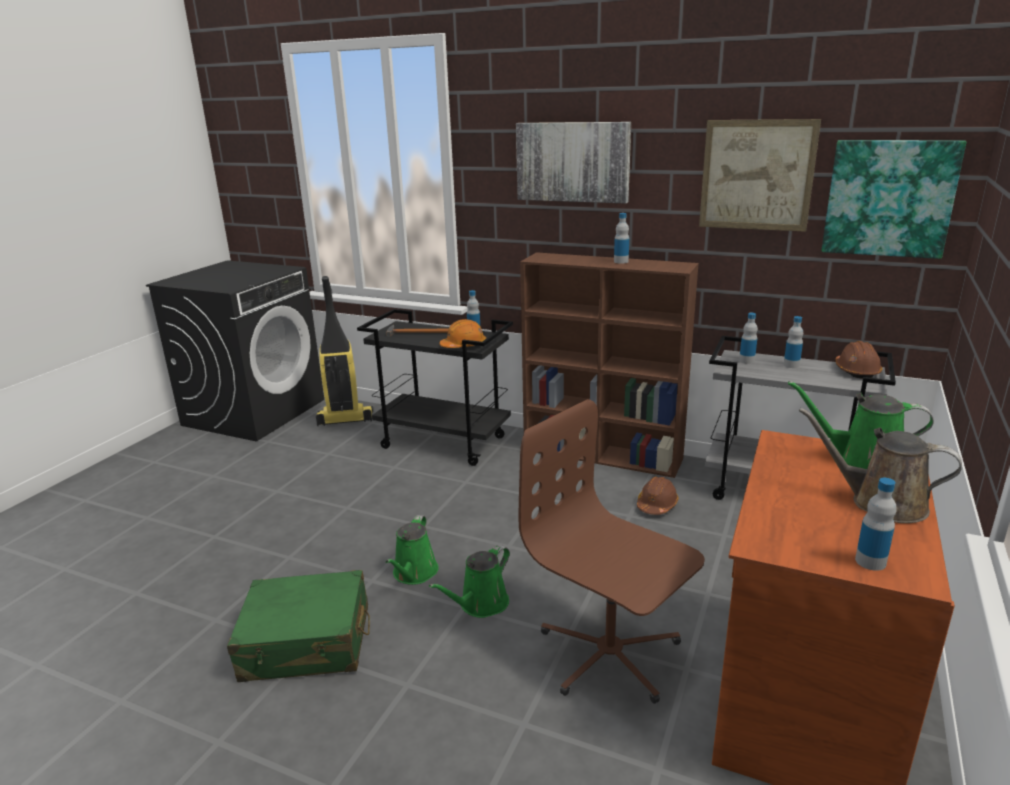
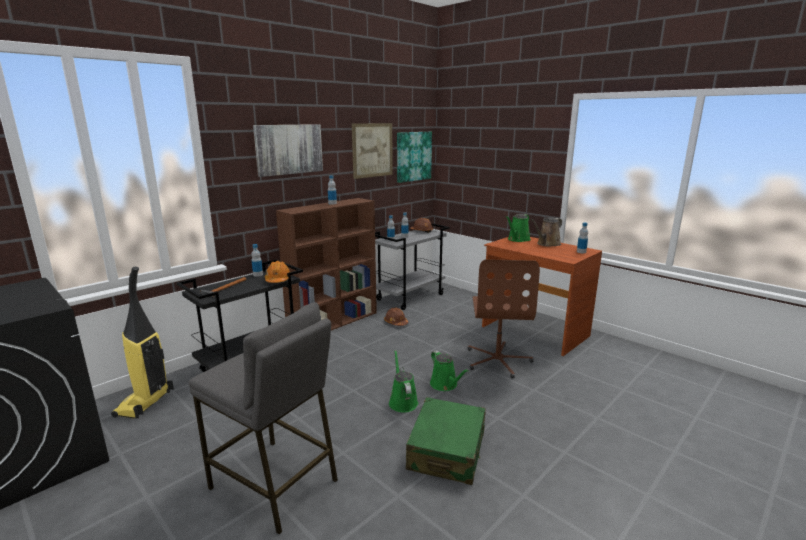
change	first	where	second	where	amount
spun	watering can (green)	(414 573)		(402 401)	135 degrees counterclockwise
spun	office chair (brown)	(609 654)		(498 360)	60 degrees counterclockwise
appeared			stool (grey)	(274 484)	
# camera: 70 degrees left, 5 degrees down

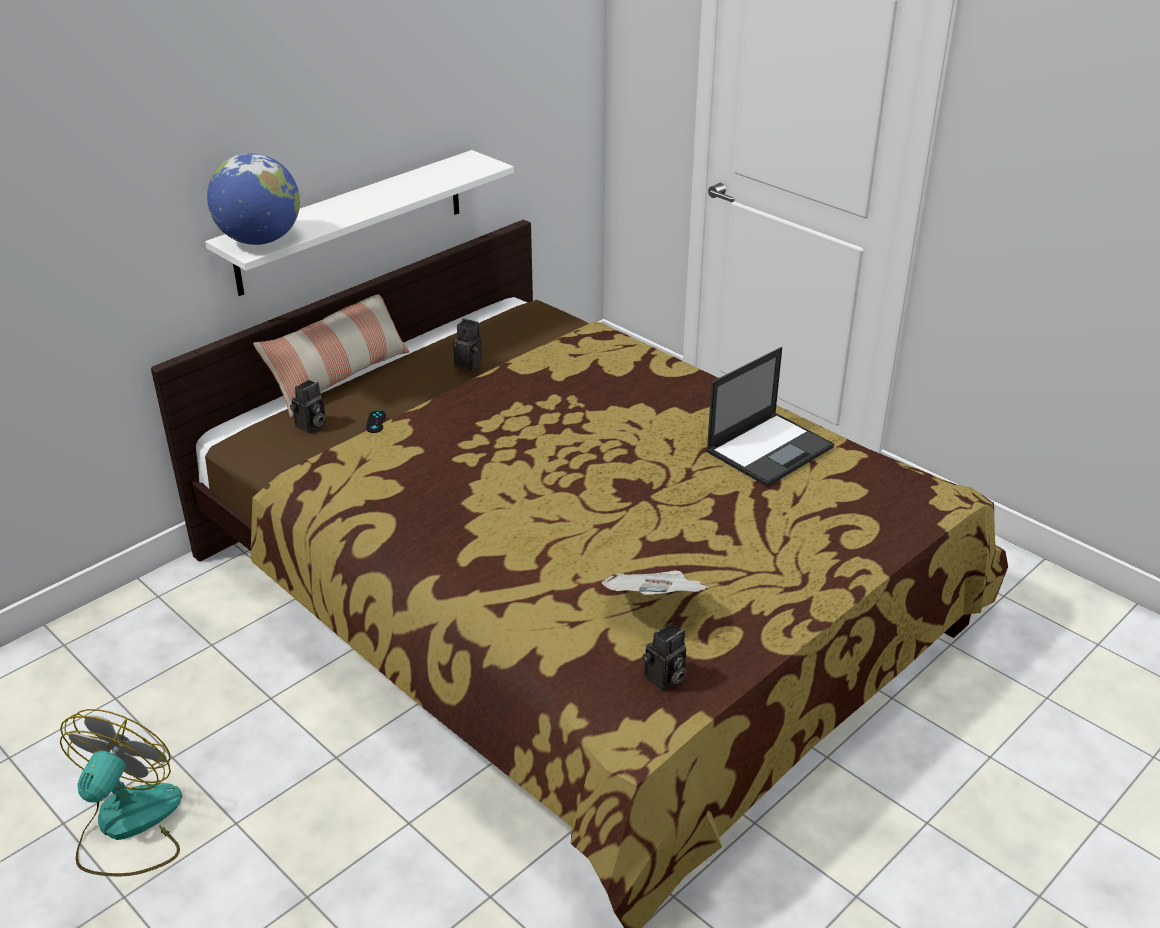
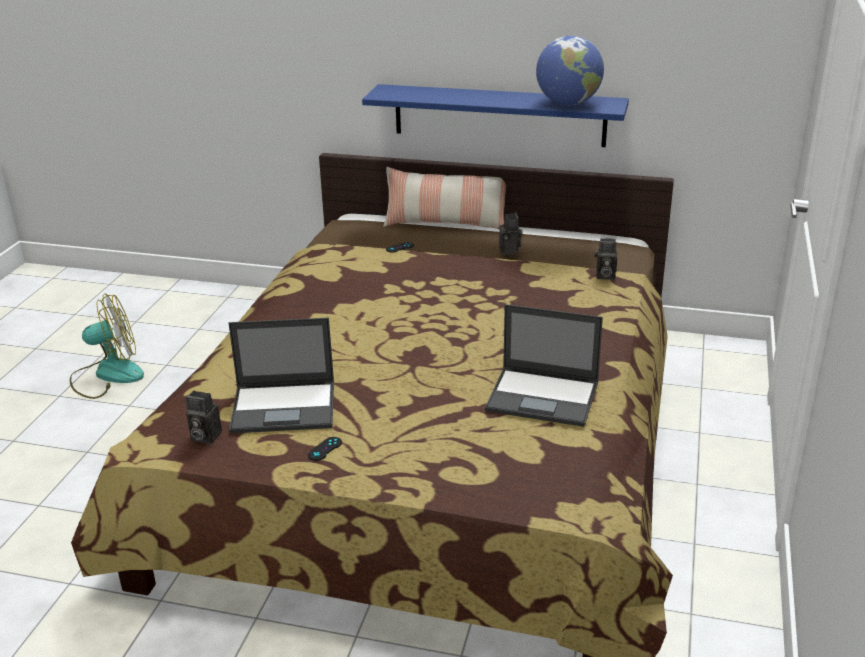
change	first	where	second	where	amount
colour	shelf (white)	(351 222)	shelf (blue)	(499 115)	
relocated	globe	(260 241)		(568 103)	
relocated	photo camera	(310 426)		(604 276)	
exchanged	newspaper	(655 604)	laptop	(285 407)	
appeared			game controller (black)	(325 449)	
# camera: 60 degrees right, 5 degrees down

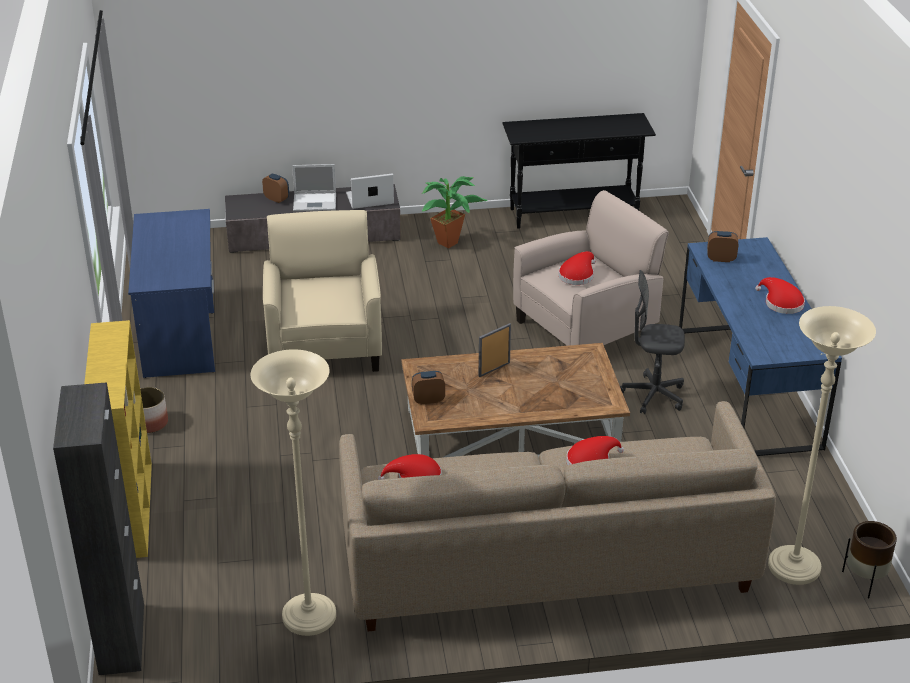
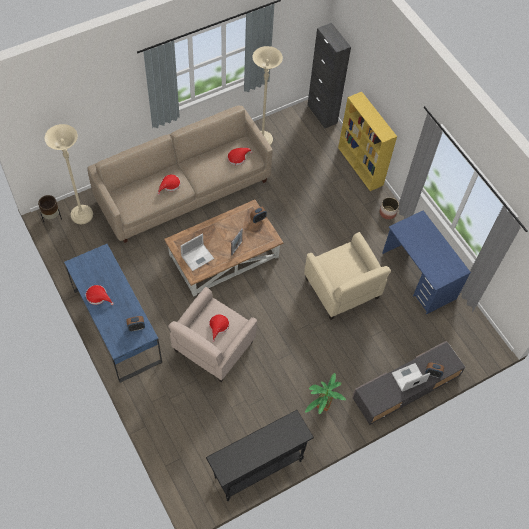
change	first	where	second	where	amount
relocated	laptop	(369 199)		(198 257)	
missing	office chair (grey)	(653 395)			
# camera: 155 degrees right, 25 degrees up

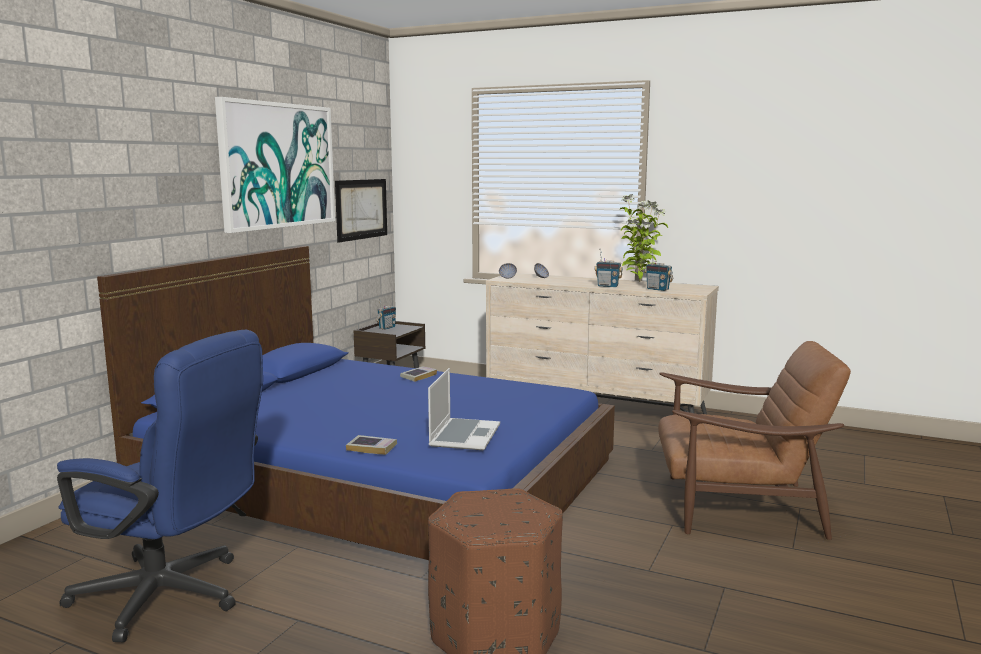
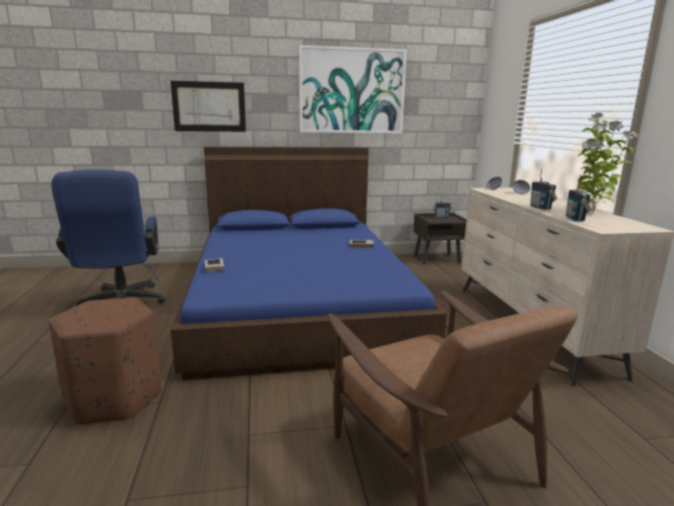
change	first	where	second	where	amount
relocated	picture	(361 209)		(209 106)	
missing	laptop	(464 435)			
# camera: 55 degrees right, 5 degrees up

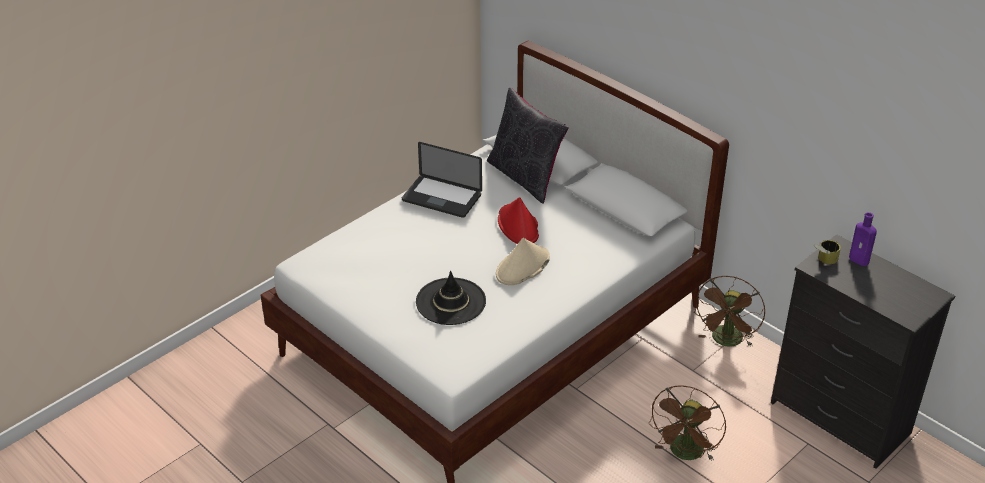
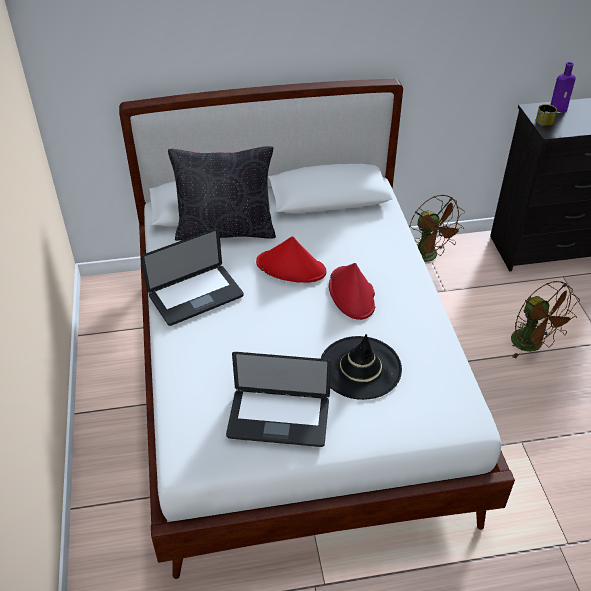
change	first	where	second	where	amount
colour	hat (beige)	(522 266)	hat (red)	(352 294)	
appeared			laptop	(278 419)	
# camera: 55 degrees left, 5 degrees up

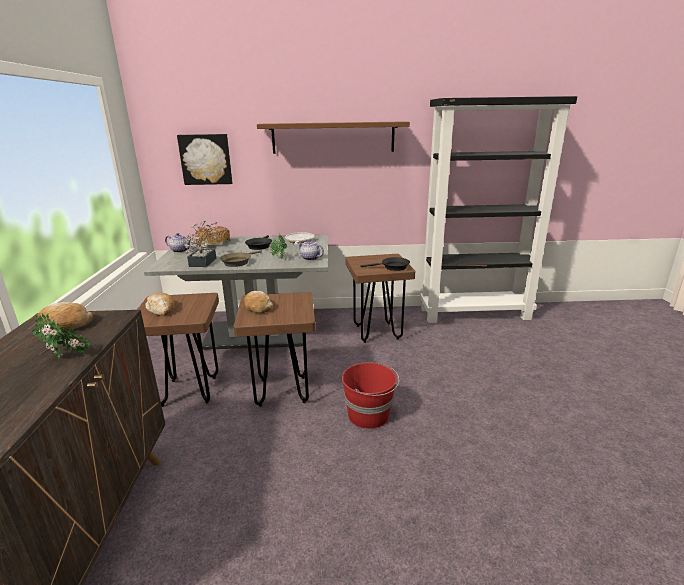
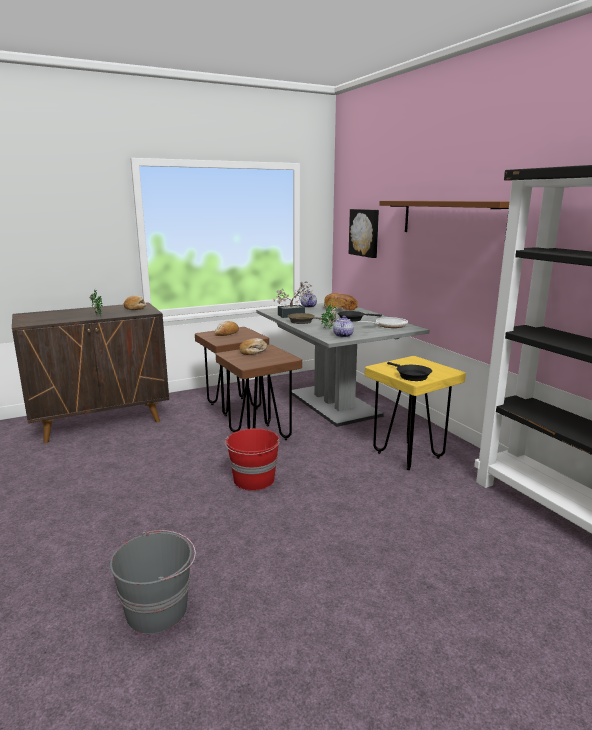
change	first	where	second	where	amount
colour	stool (brown)	(377 332)	stool (yellow)	(408 455)	
appeared			bucket (grey)	(158 610)	
# camera: 65 degrees right, 5 degrees down

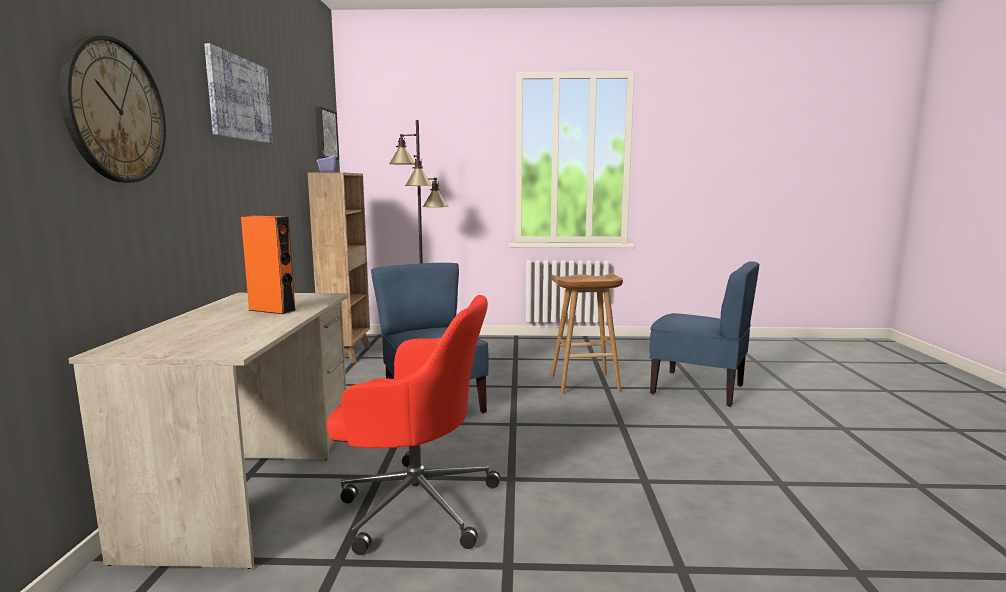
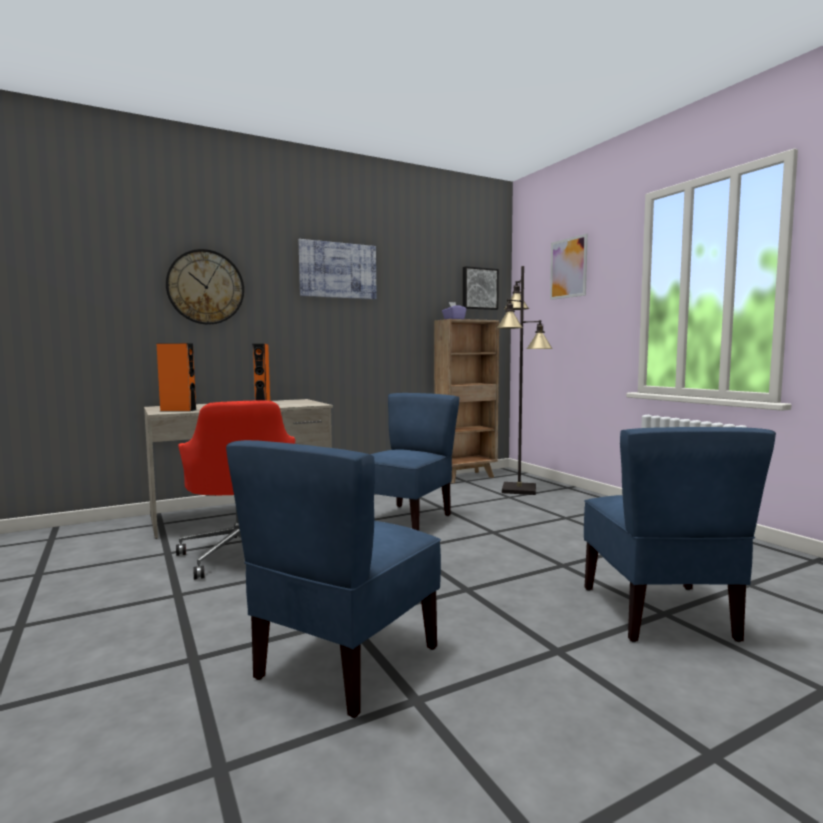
change	first	where	second	where	amount
missing	stool (brown)	(583 384)			
appeared			speaker (orange)	(178 410)	
appeared			chair (blue)	(345 662)	
appeared			picture	(568 268)	
# camera: 60 degrees right, 5 degrees down

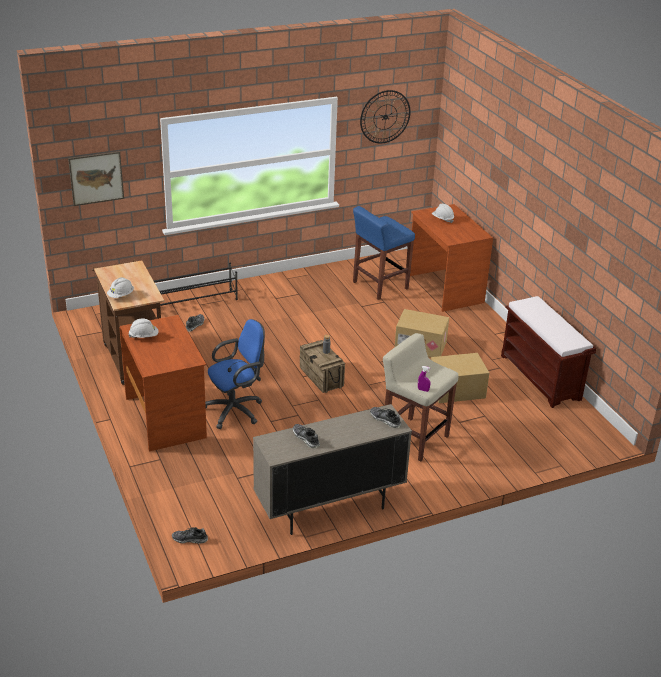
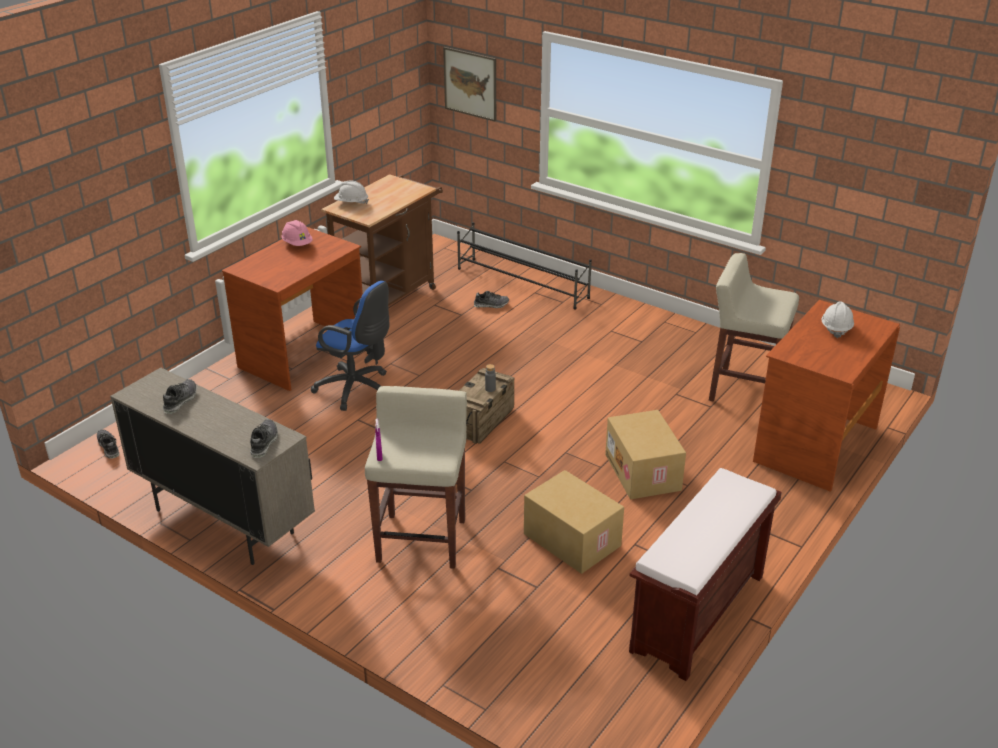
change	first	where	second	where	amount
colour	hard hat (white)	(144 336)	hard hat (pink)	(297 244)	
colour	stool (blue)	(379 286)	stool (beige)	(744 390)	
missing	wall clock	(385 117)			
# camera: 60 degrees right, 0 degrees up

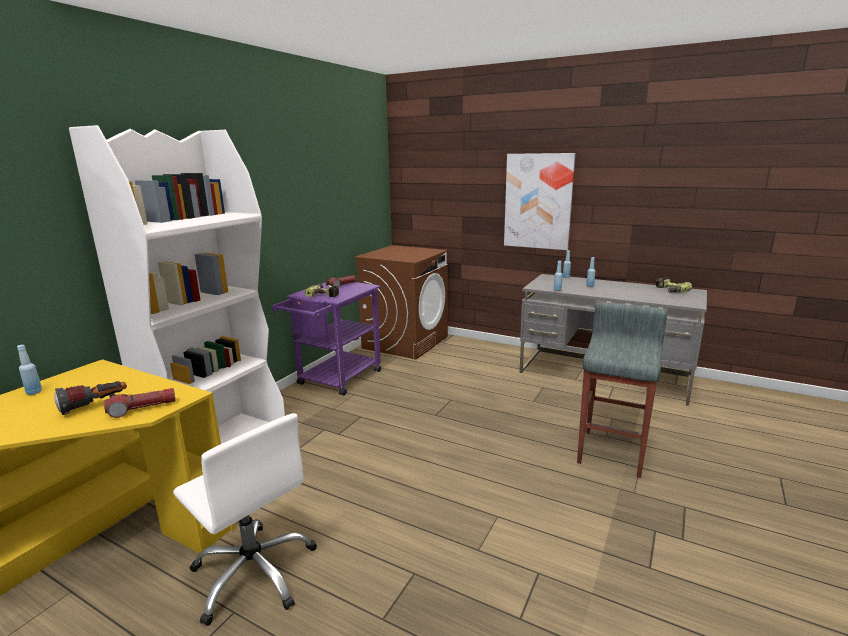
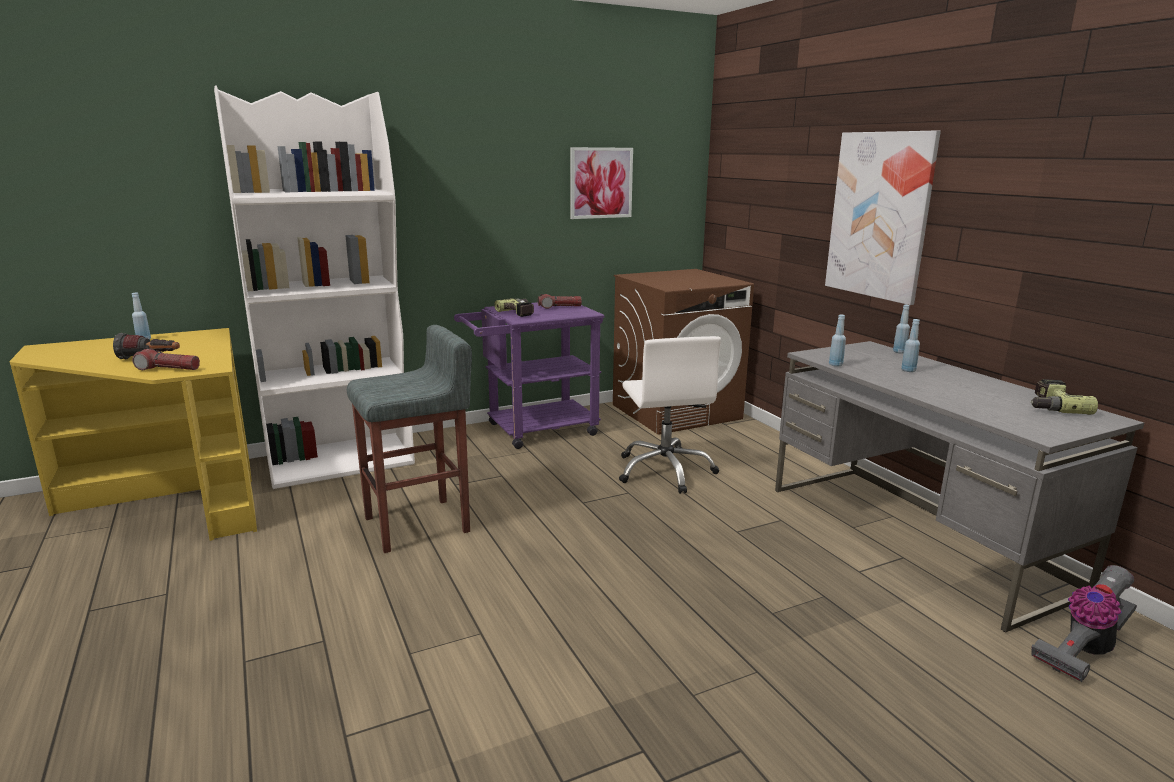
change	first	where	second	where	amount
relocated	office chair (white)	(254 572)		(665 471)	
relocated	stool (grey)	(613 452)		(419 525)	
appeared			picture	(601 183)	
appeared			vacuum cleaner	(1082 650)	
# camera: 35 degrees right, 0 degrees up

